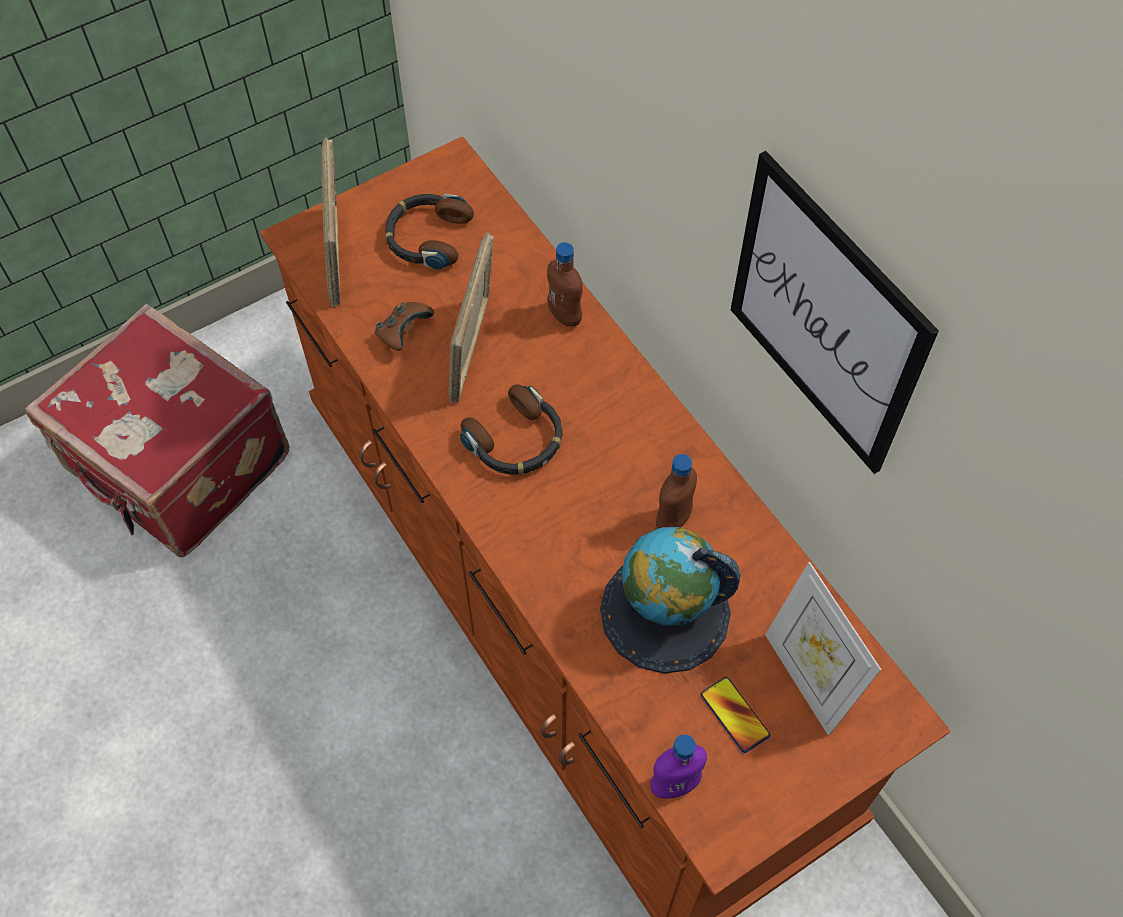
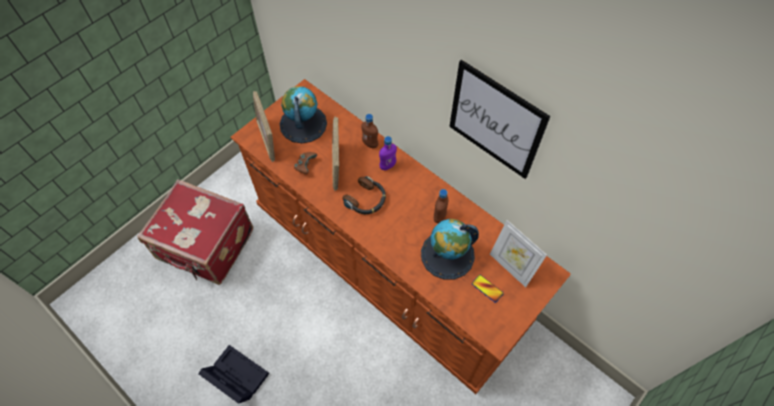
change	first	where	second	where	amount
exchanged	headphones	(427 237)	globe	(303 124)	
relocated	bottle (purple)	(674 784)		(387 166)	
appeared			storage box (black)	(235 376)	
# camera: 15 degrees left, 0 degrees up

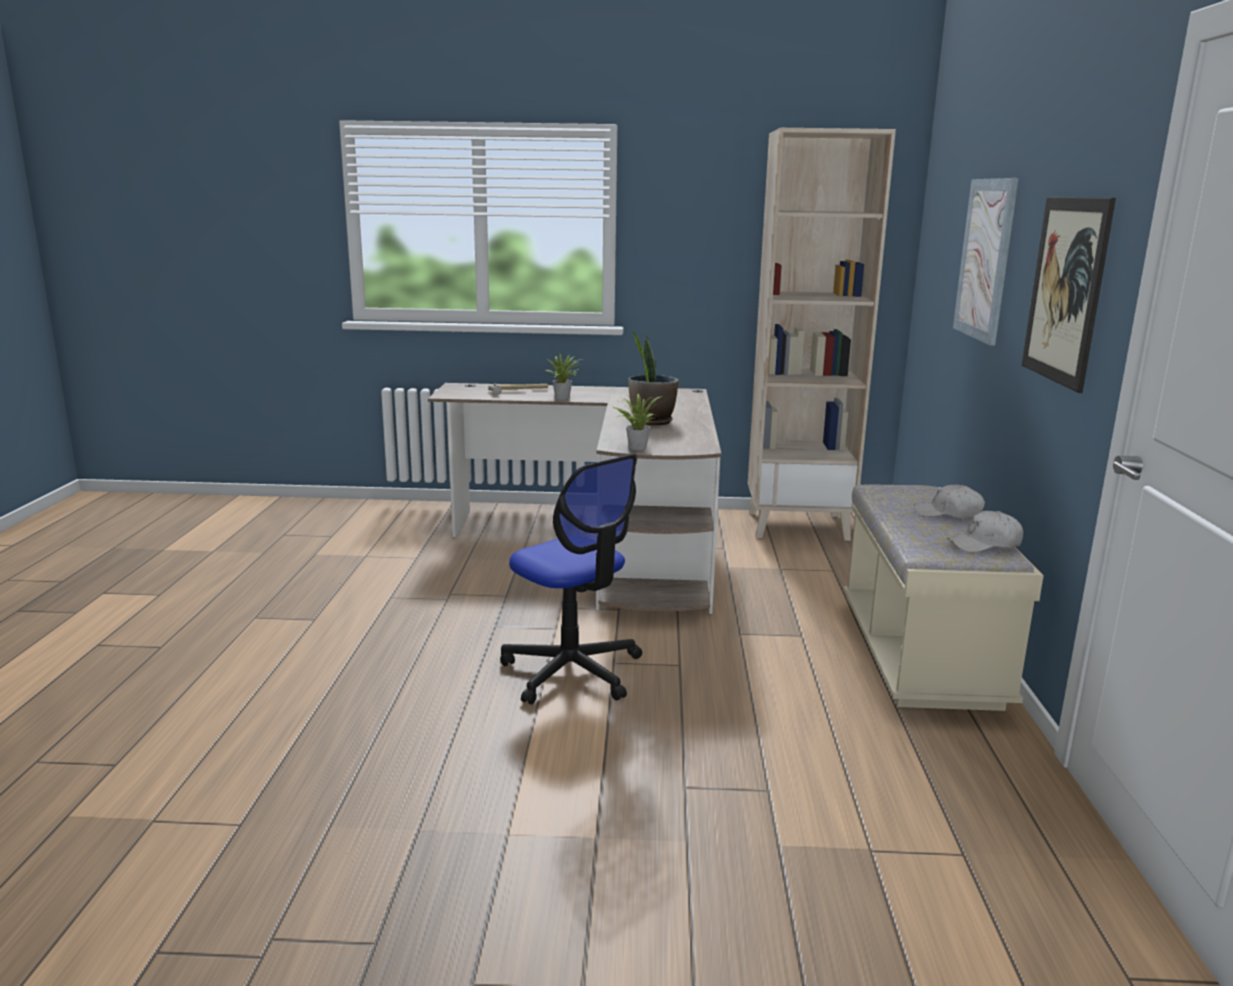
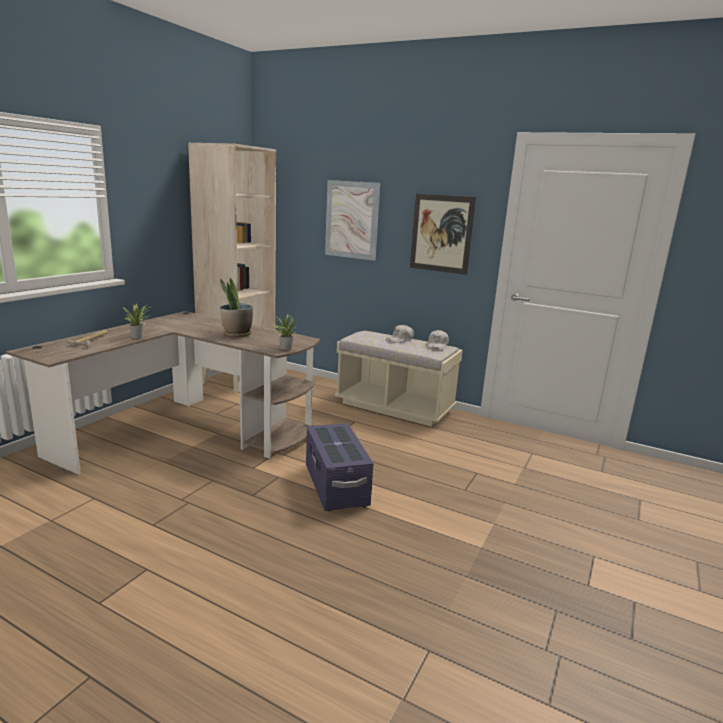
change	first	where	second	where	amount
exchanged	office chair	(572 671)	storage box (purple)	(335 486)	
# camera: 65 degrees left, 0 degrees up

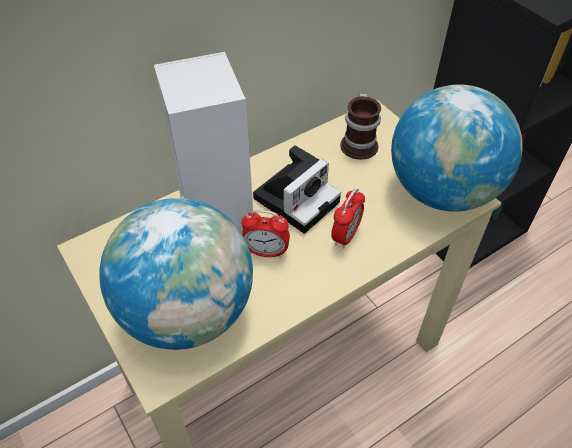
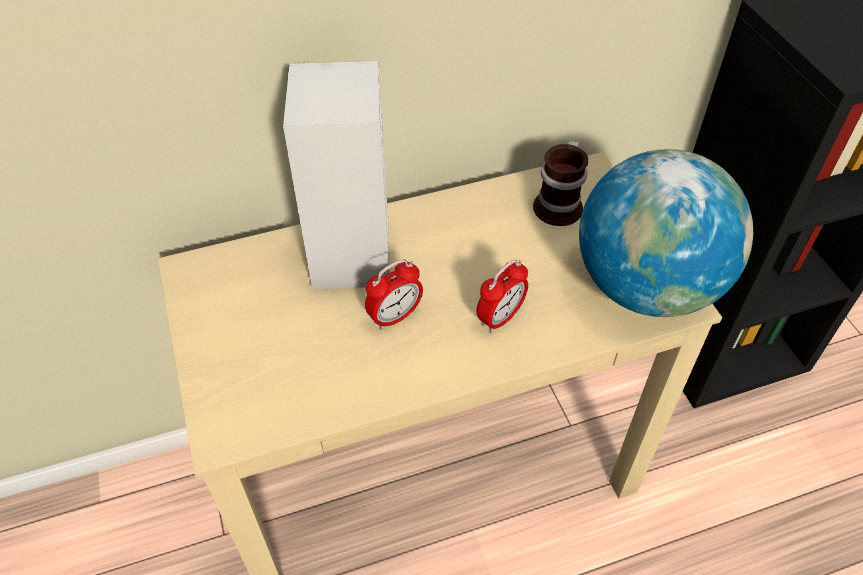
change	first	where	second	where	amount
missing	globe	(187 312)			
spun	alarm clock	(266 252)		(395 316)	60 degrees counterclockwise
missing	photo camera	(297 198)			
# camera: 15 degrees right, 0 degrees up

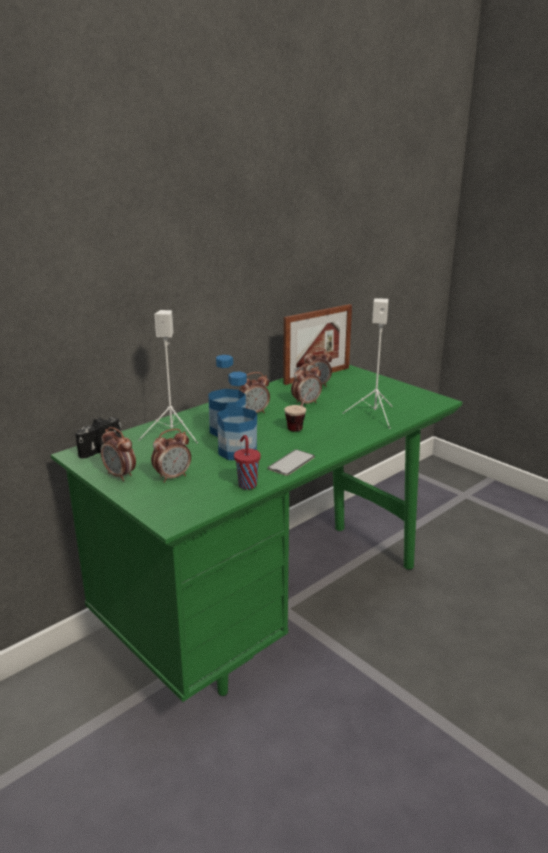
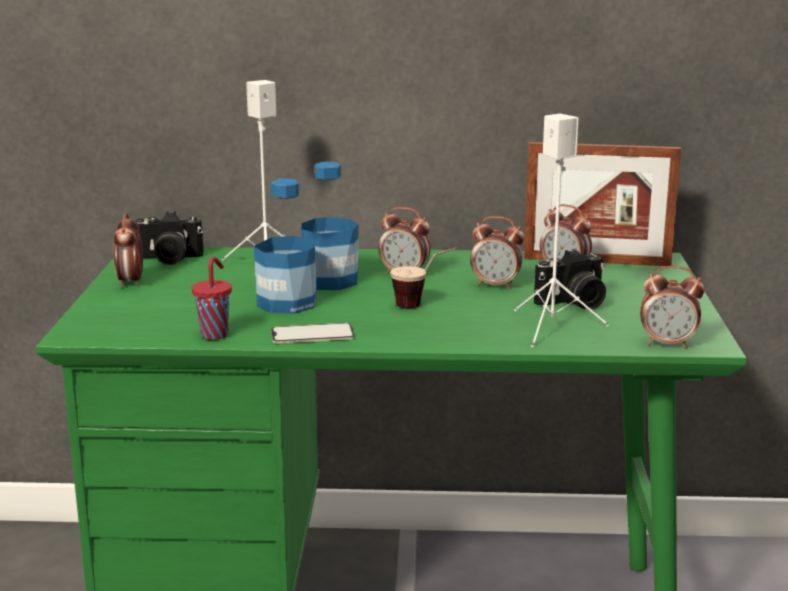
change	first	where	second	where	amount
relocated	alarm clock	(173 477)		(668 344)	
appeared			photo camera	(574 303)	
# camera: 45 degrees right, 5 degrees down

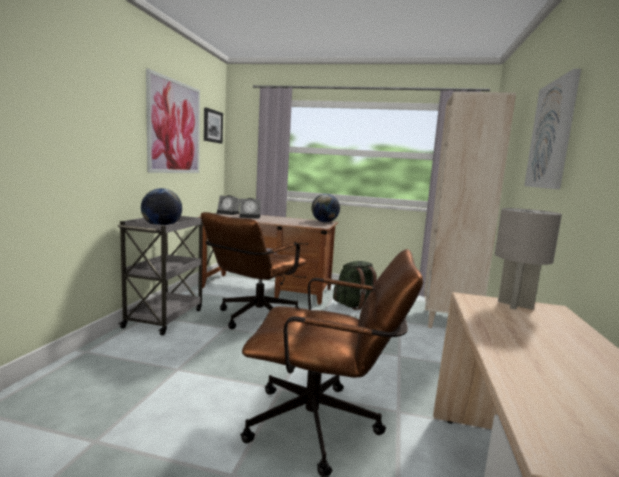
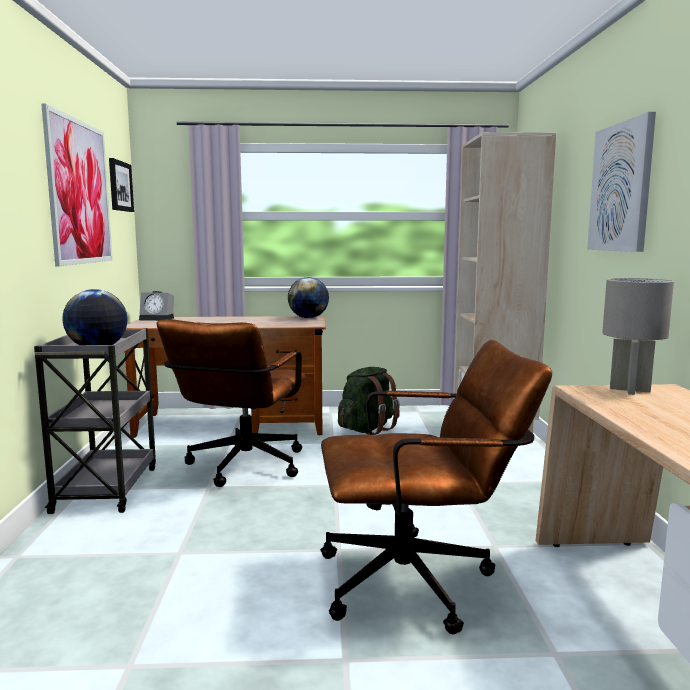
change	first	where	second	where	amount
missing	alarm clock	(250 217)			
# camera: 15 degrees left, 0 degrees up

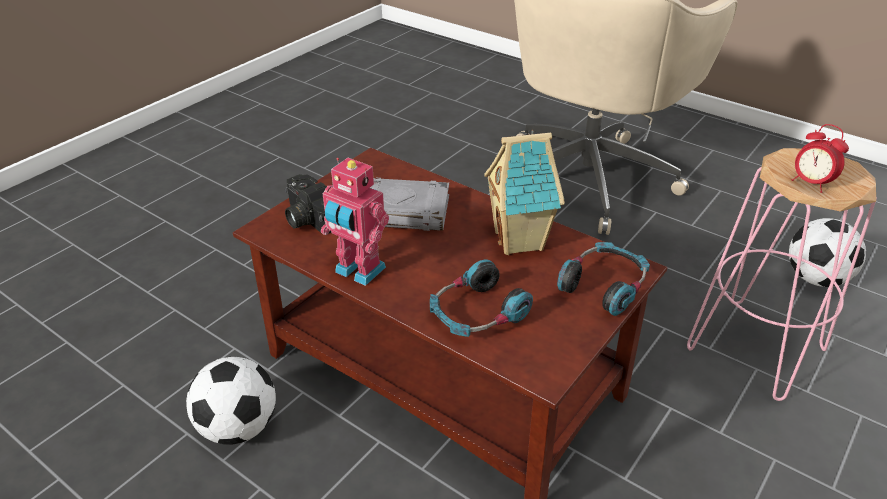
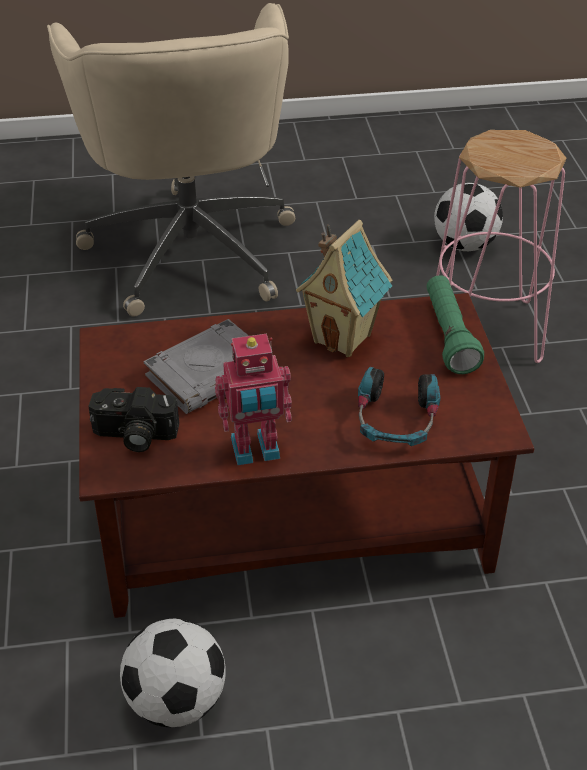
change	first	where	second	where	amount
exchanged	headphones	(604 285)	flashlight (green)	(448 336)	
missing	alarm clock	(810 183)			
# camera: 45 degrees left, 5 degrees up

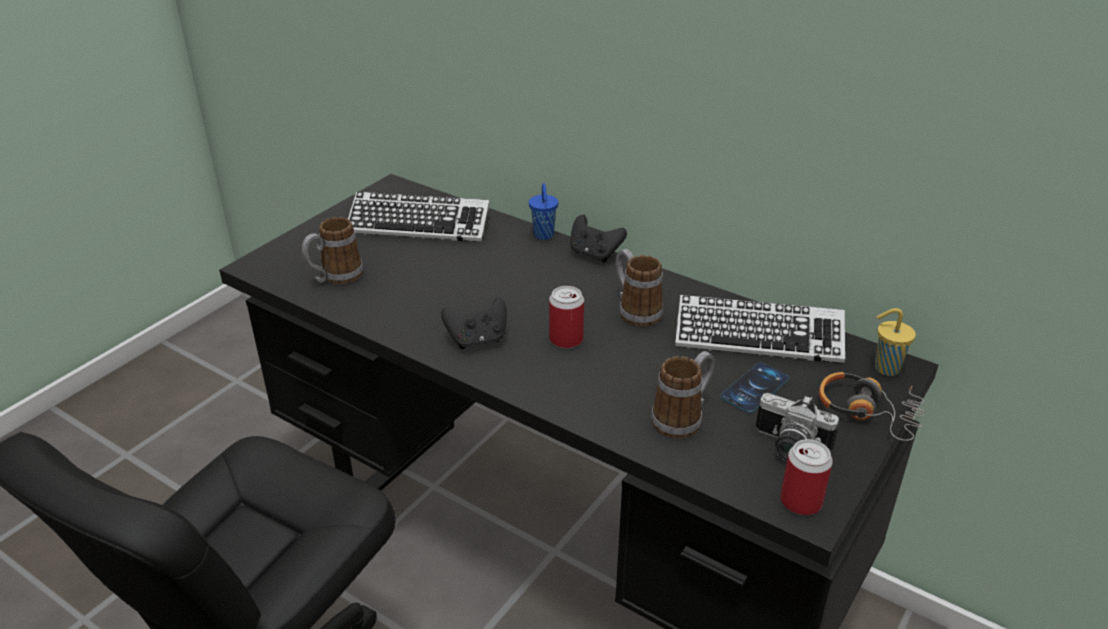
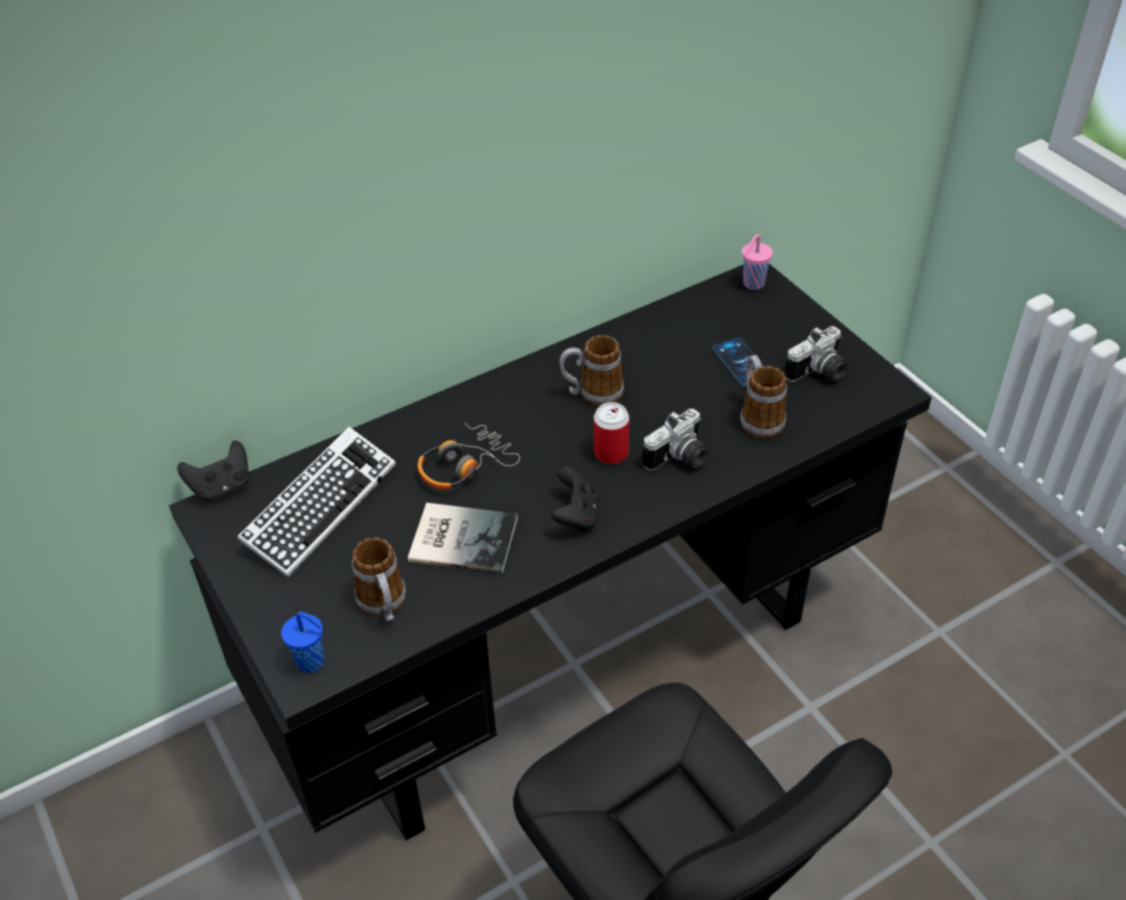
change	first	where	second	where	amount
relocated	cup (blue)	(543 236)		(312 662)	
relocated	game controller (black)	(594 254)		(221 487)	
missing	keyboard	(758 338)			
missing	can	(801 501)			
relocated	headphones	(868 411)		(464 466)	
colour	cup (yellow)	(885 368)	cup (pink)	(752 284)	
appeared			book	(461 537)	
appeared			photo camera	(680 459)	
# camera: 65 degrees left, 10 degrees up

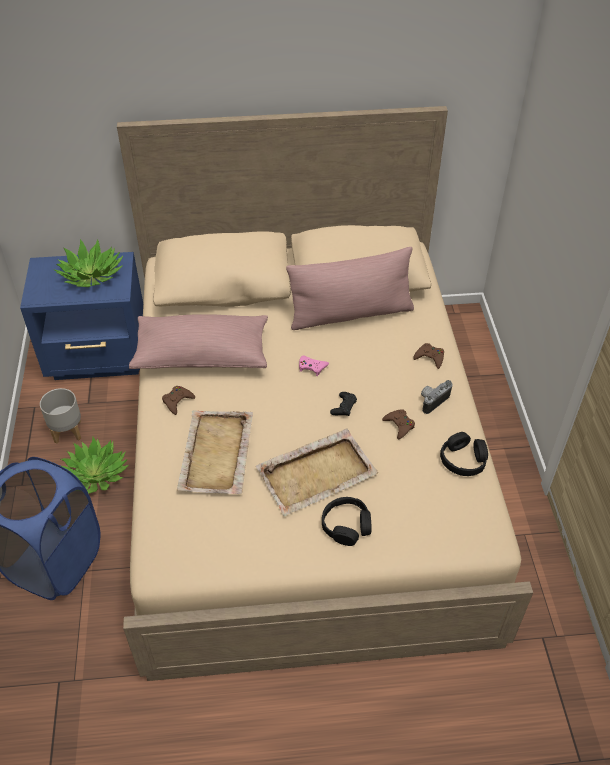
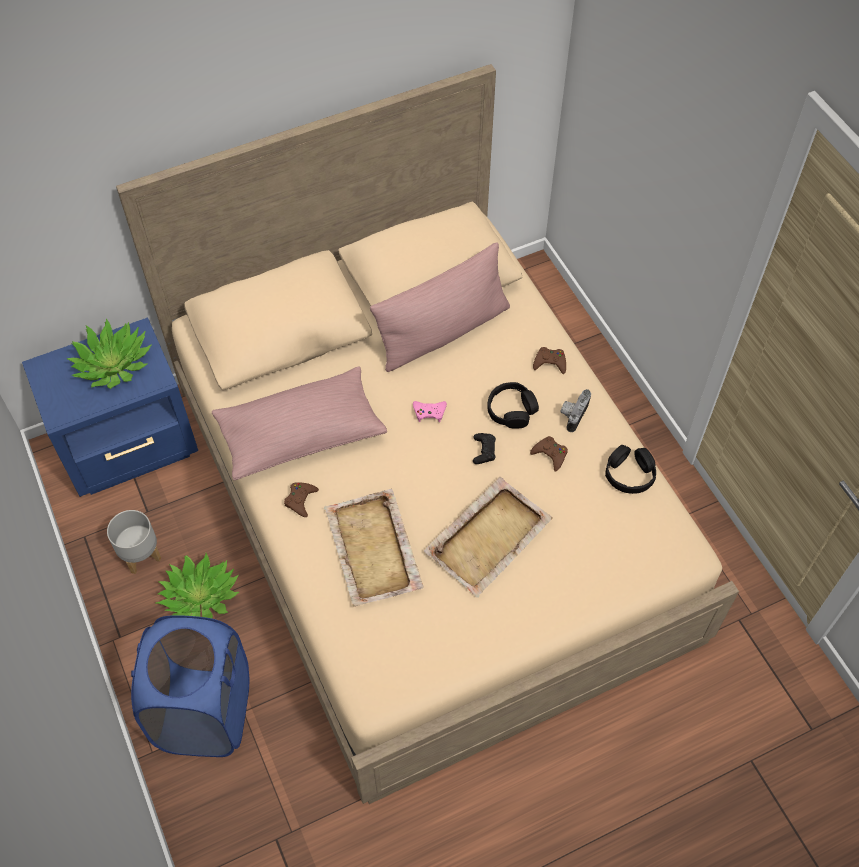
change	first	where	second	where	amount
relocated	headphones (black)	(346 525)		(511 410)	
# camera: 20 degrees left, 10 degrees up

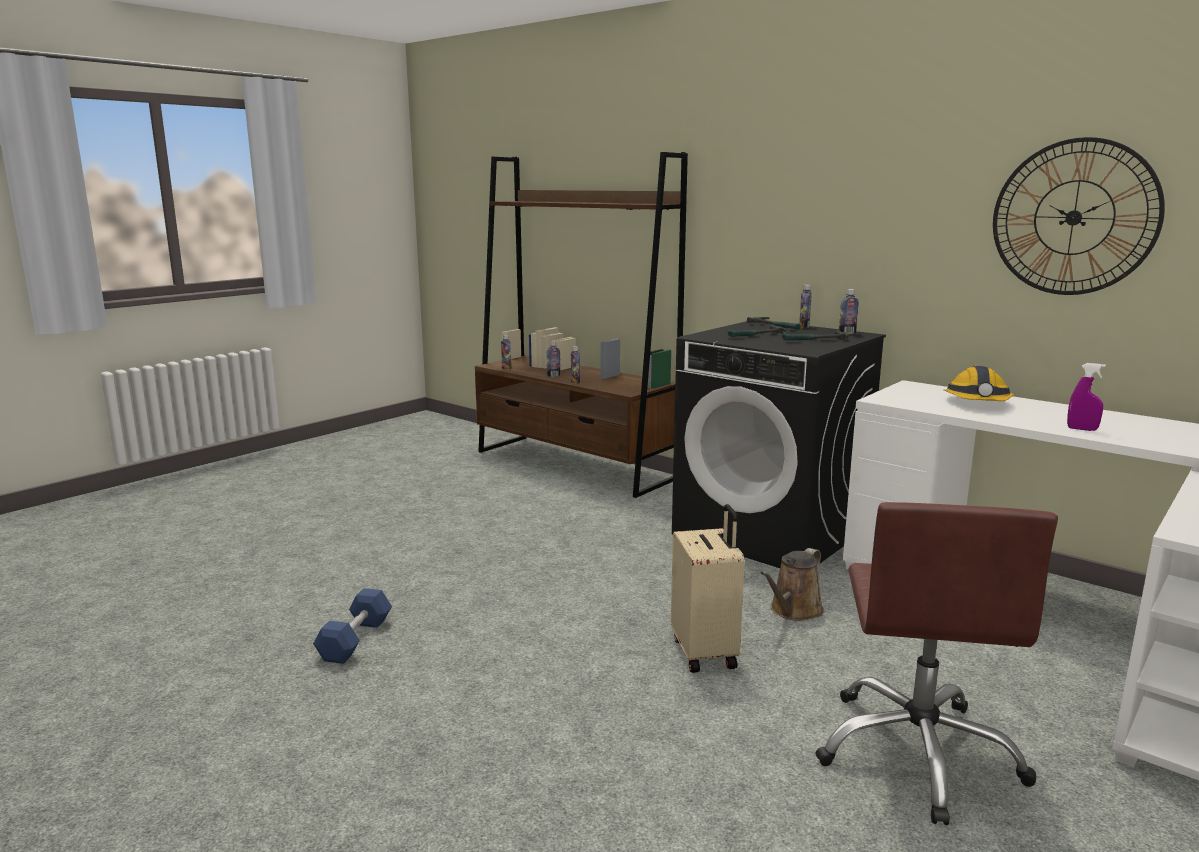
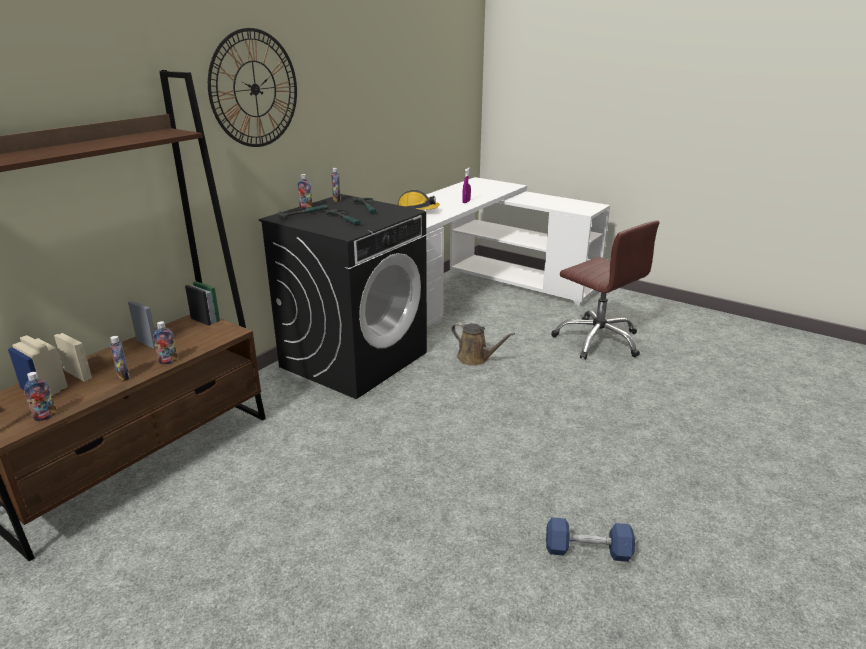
change	first	where	second	where	amount
missing	suitcase (beige)	(706 652)			
spun	office chair (brown)	(918 752)		(598 340)	45 degrees clockwise
relocated	wall clock	(1074 217)		(254 89)	
# camera: 95 degrees left, 10 degrees up

